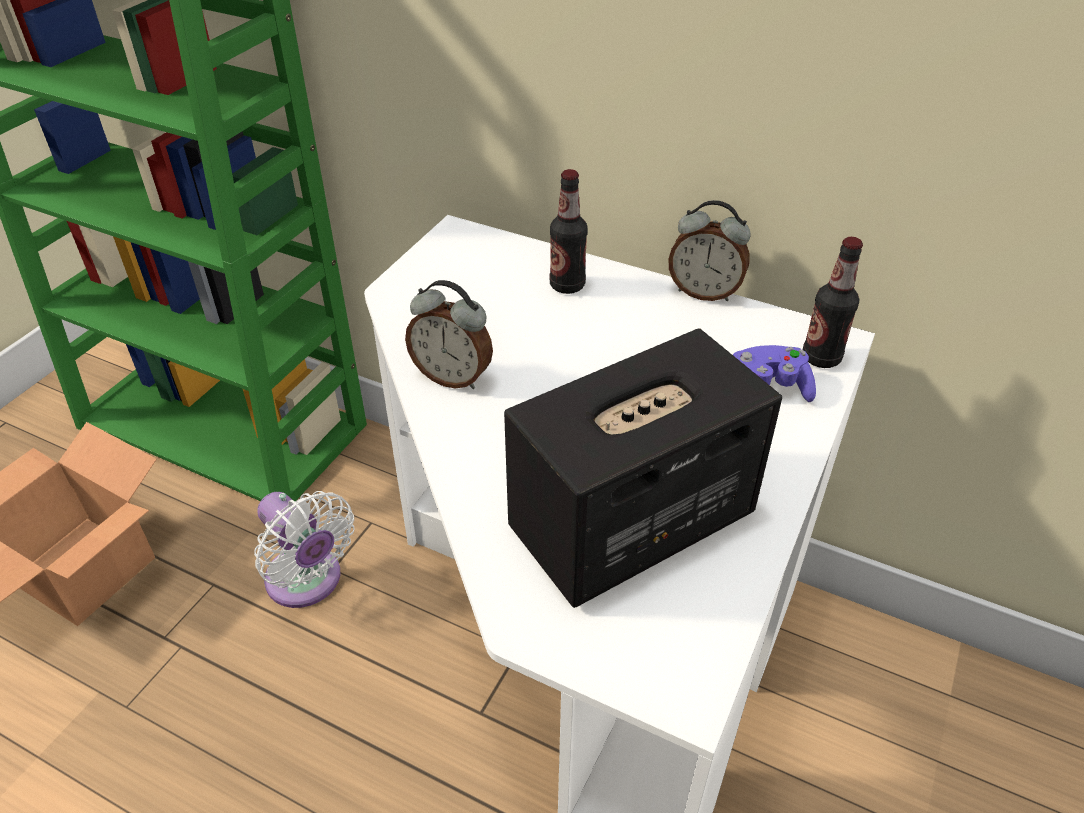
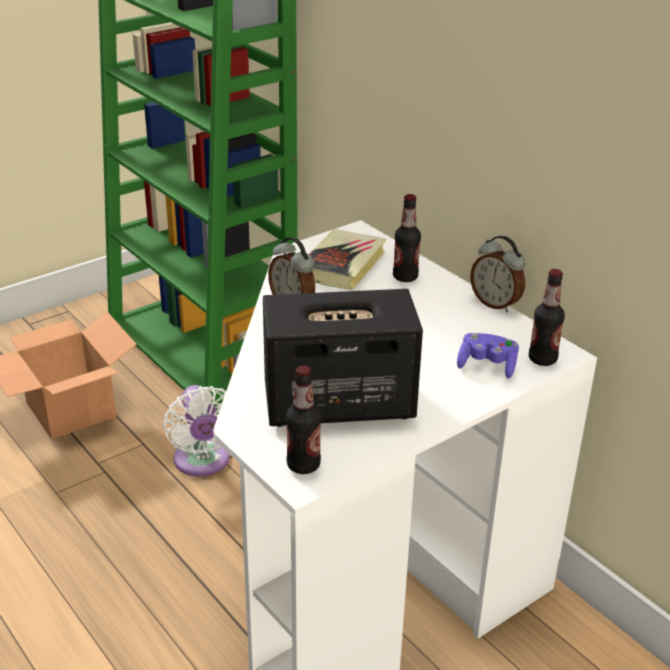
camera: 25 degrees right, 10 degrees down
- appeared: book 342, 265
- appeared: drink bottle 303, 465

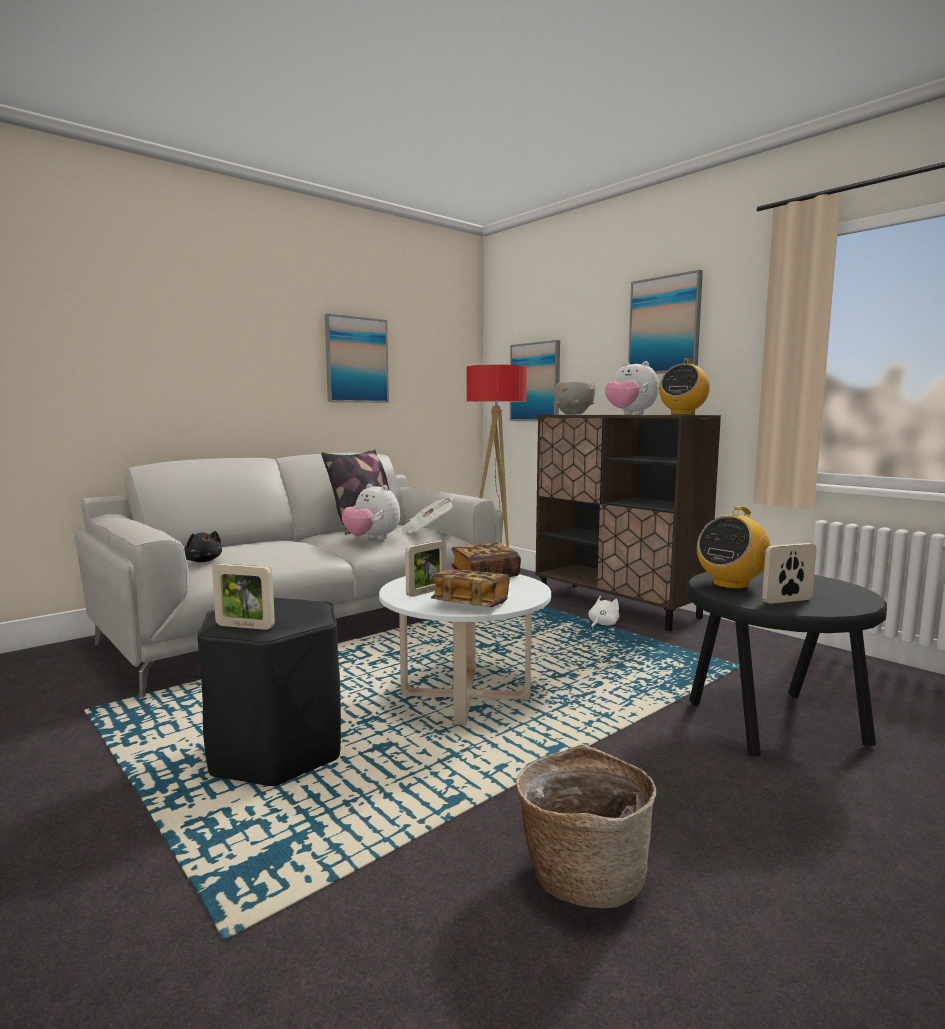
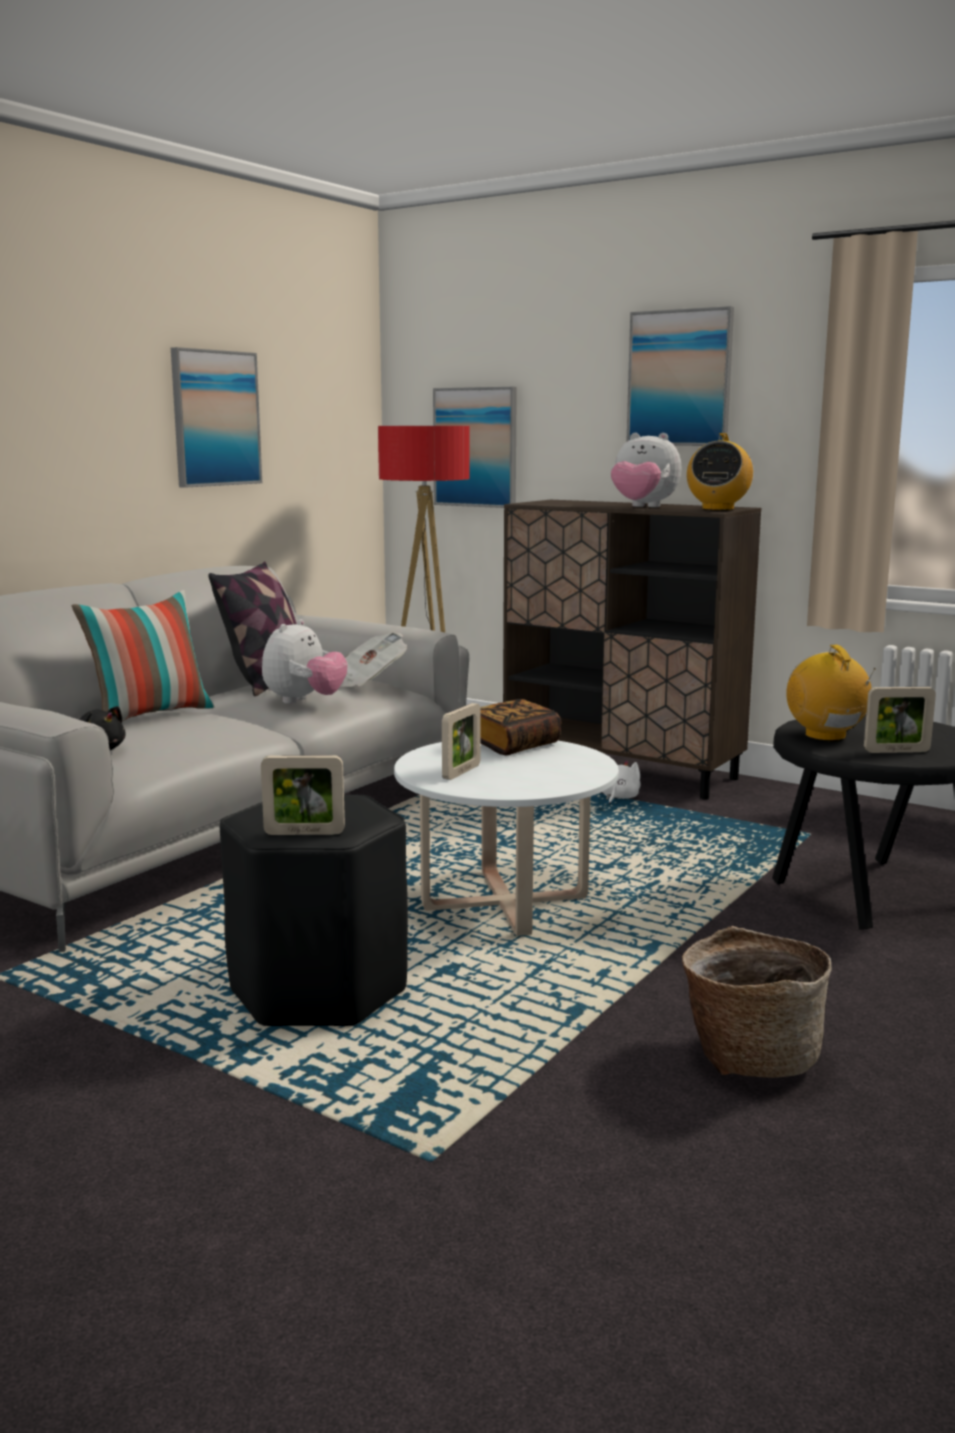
camera: 15 degrees left, 5 degrees up
- missing: grey deep dish 573, 414
- spun: soft toy 372, 539 = 304, 701 90 degrees counterclockwise
- spun: radio set 730, 584 = 826, 736 135 degrees clockwise
- spun: standing frame 787, 601 = 896, 751 150 degrees counterclockwise
- missing: book 471, 604
- appeared: throw pillow 150, 715

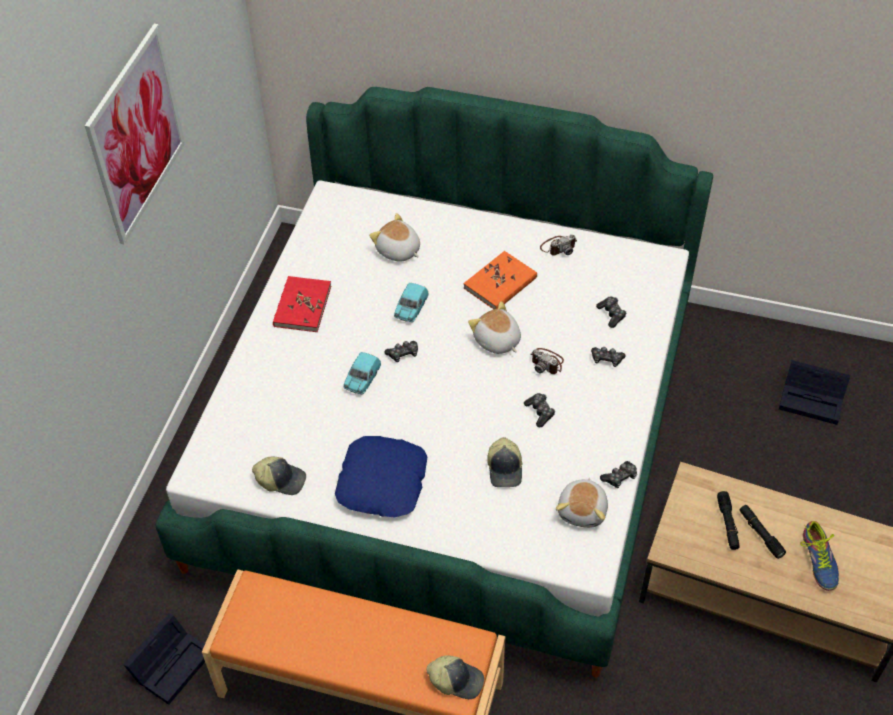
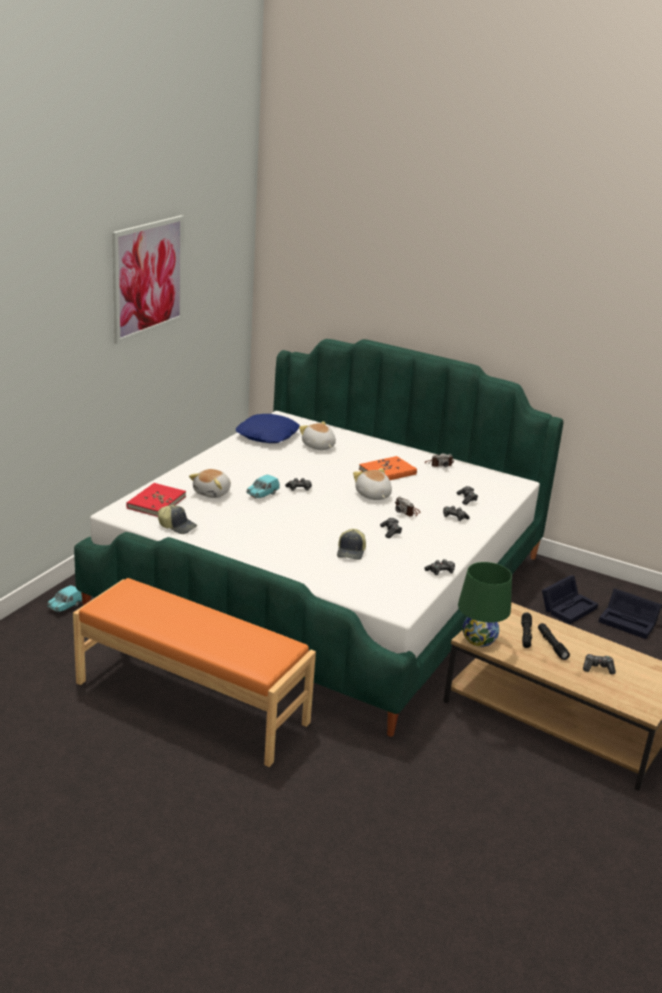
camera: 10 degrees right, 25 degrees down
- relocated: red-coloured book 302, 306 to 156, 502
- relocated: turquoise miniature car 411, 309 to 65, 606
- relocated: blue throw pillow 383, 482 to 268, 435
- relocated: soft toy 583, 510 to 213, 493
- exchanged: item of footwear 819, 560 to joypad 597, 668
- relocated: black storage box 172, 662 to 568, 607
- missing: baseball cap 456, 680
- appeared: greenish tabletop lamp 479, 639

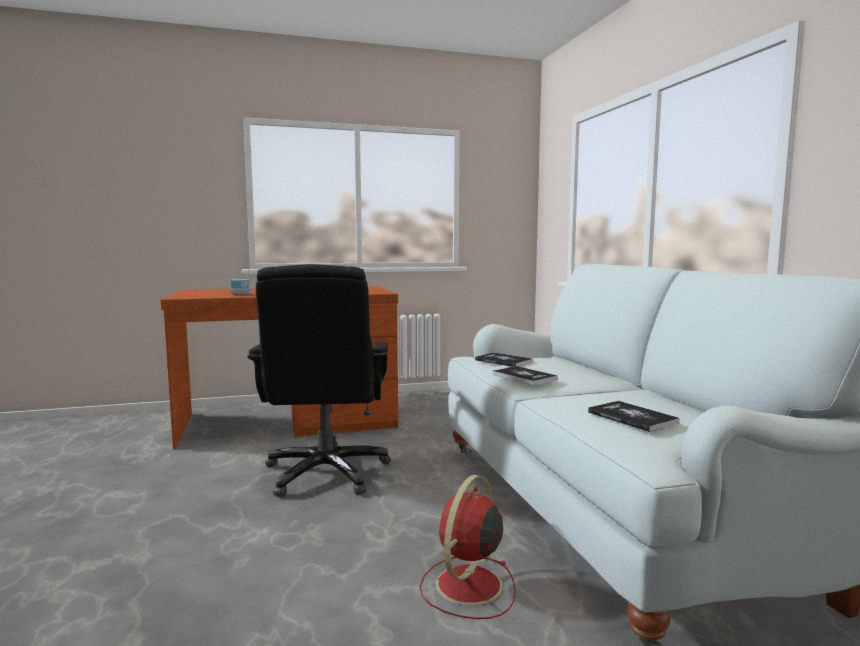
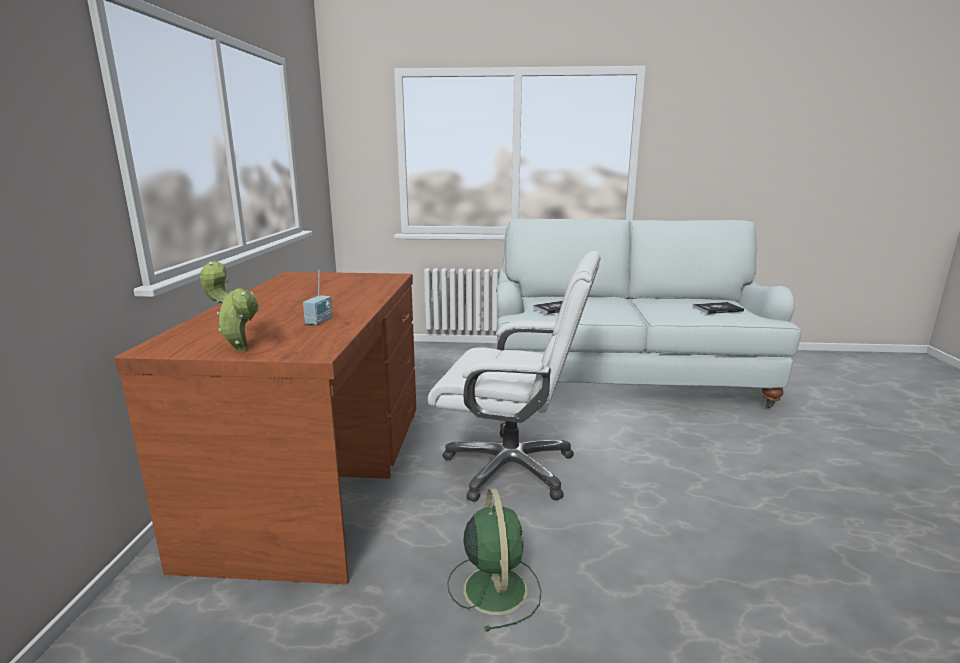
camera: 70 degrees left, 10 degrees up
- colour: black desk chair 326, 473 to white desk chair 511, 468
- missing: book 524, 377
- missing: red-coloured cooling fan 467, 586
- appeared: houseplant 239, 349
- appeared: greenish cooling fan 494, 587

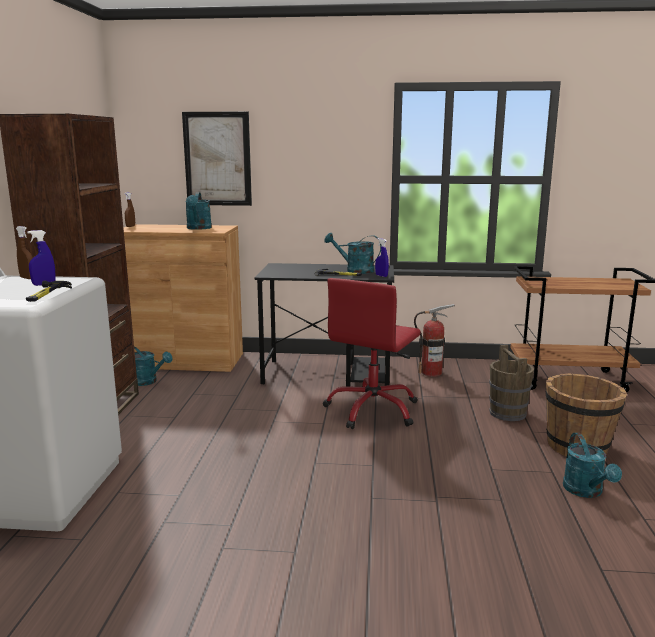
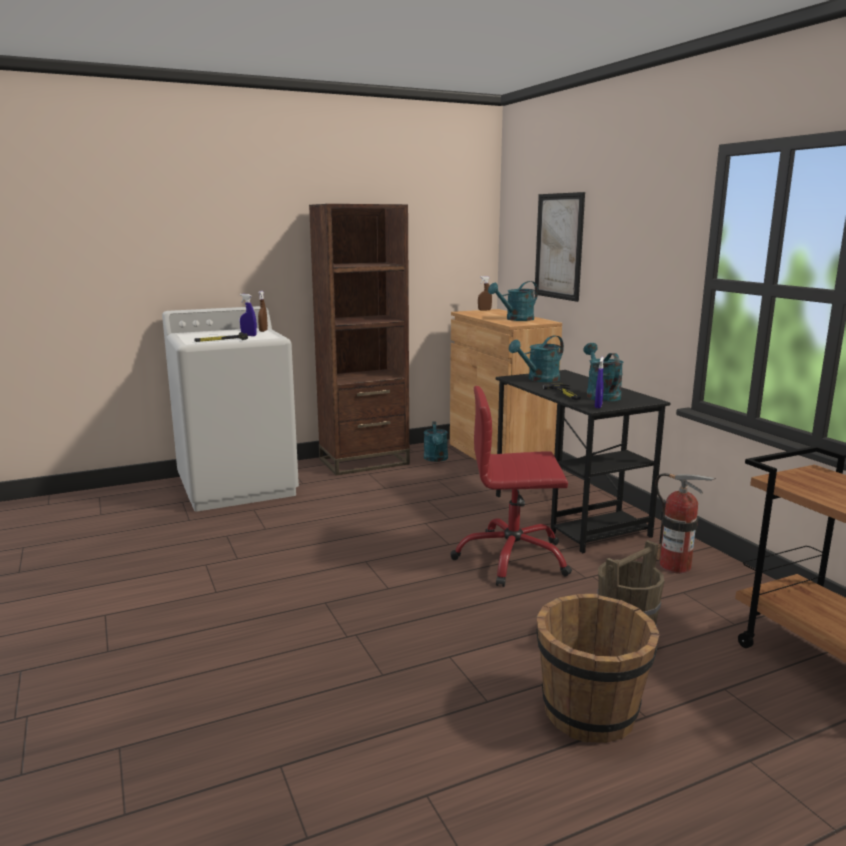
camera: 60 degrees right, 0 degrees up
- relocated: turquoise sprinkling can 586, 492 to 539, 379

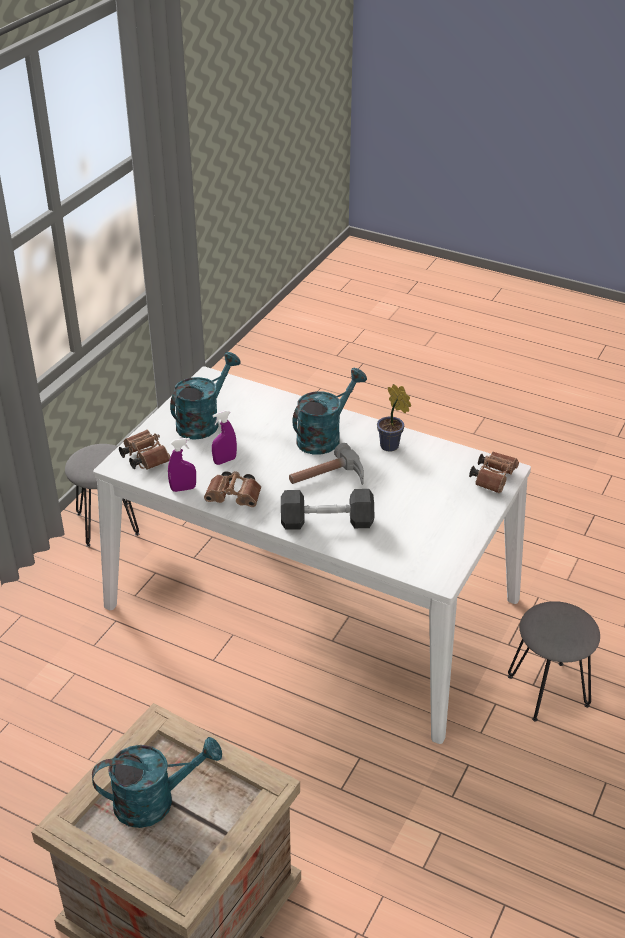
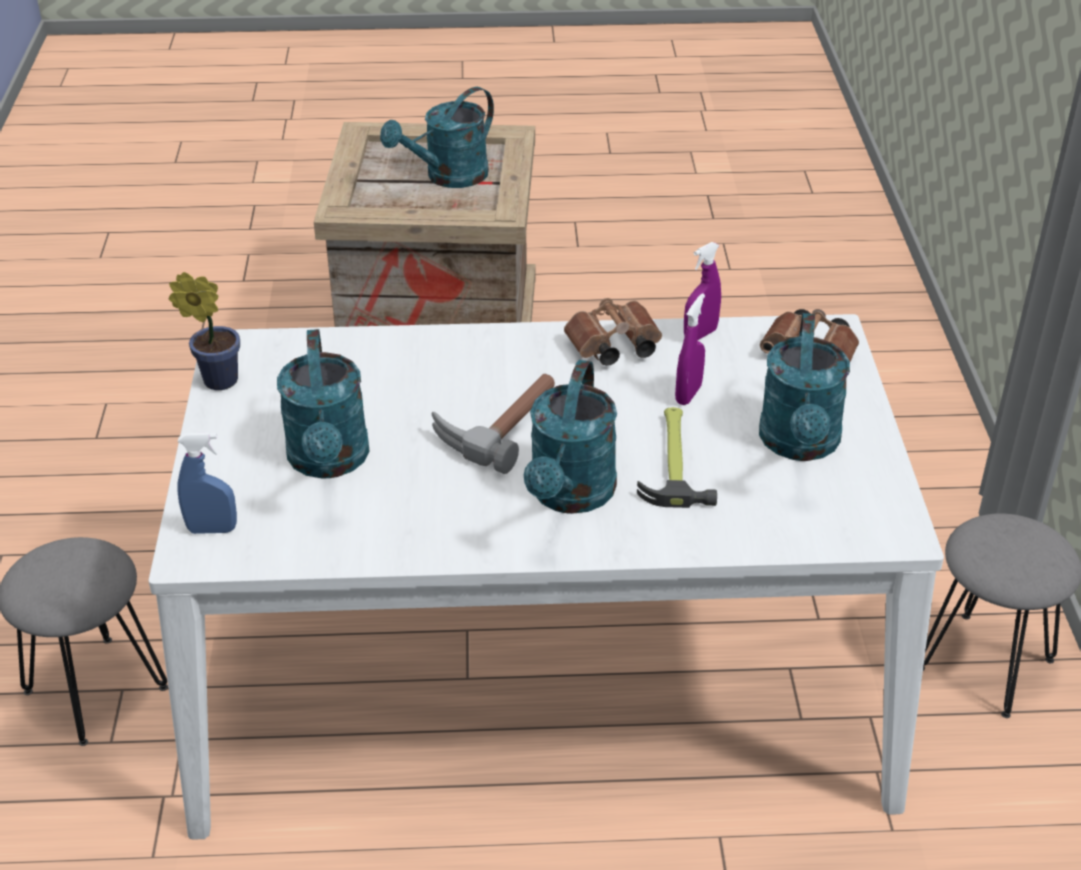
camera: 150 degrees right, 0 degrees up
- relocated: houseplant 391, 447 to 216, 380
- exchanged: brown pair of binoculars 494, 478 to blue spray bottle 212, 529
- missing: black dumbbell 327, 522
- appeared: turquoise sprinkling can 329, 462
- appeared: hand hammer 674, 460

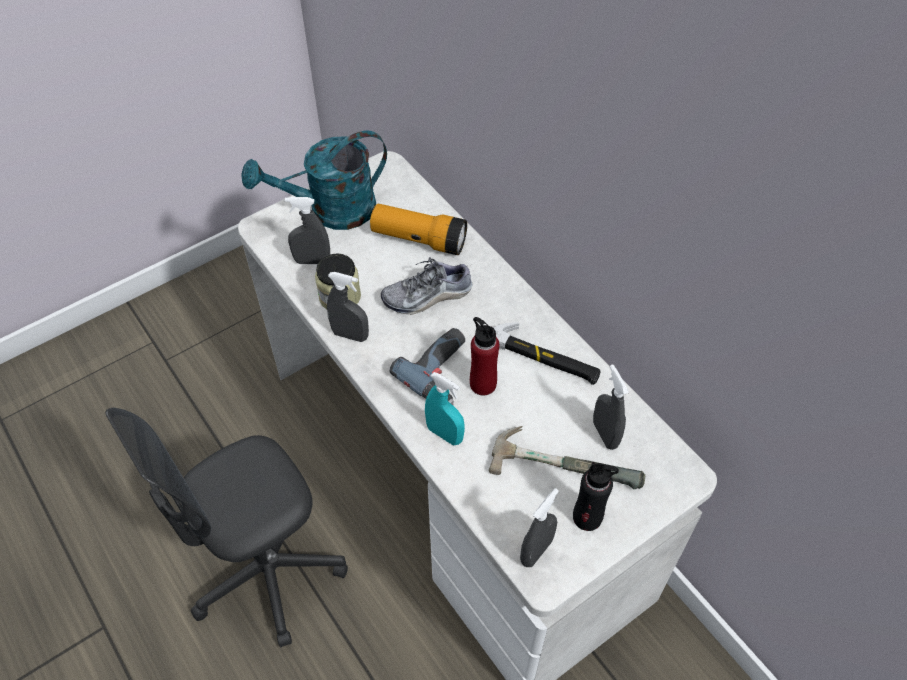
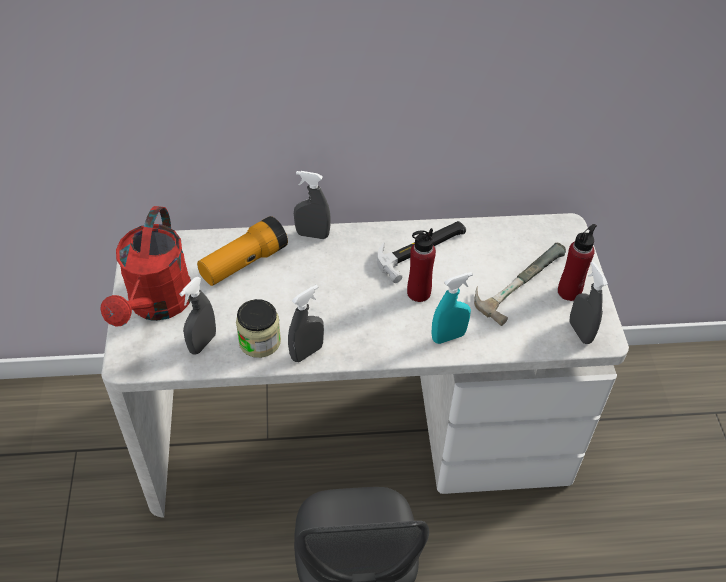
camera: 60 degrees left, 5 degrees down
- colour: turquoise sprinkling can 331, 211 to red-coloured sprinkling can 157, 306
- missing: item of footwear 427, 296
- missing: drill 443, 372
- relocated: grey spray bottle 605, 434 to 312, 235
- colour: black drink bottle 587, 517 to red-coloured drink bottle 569, 291

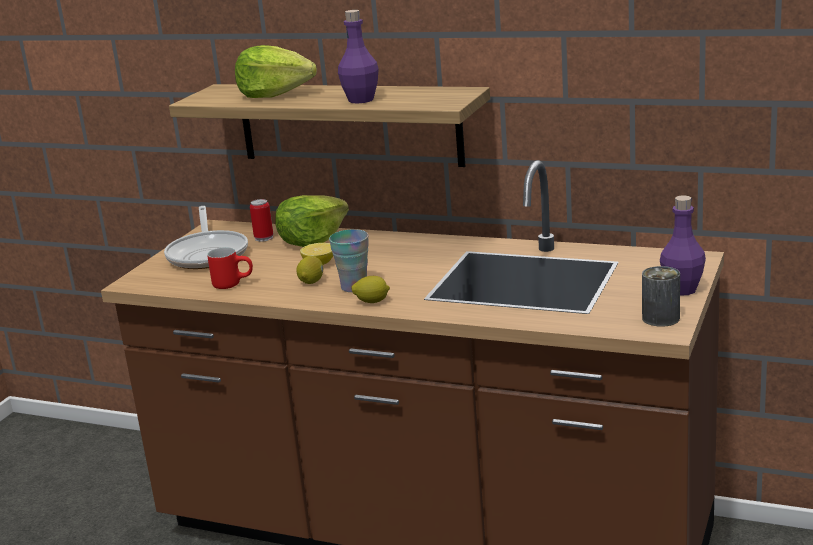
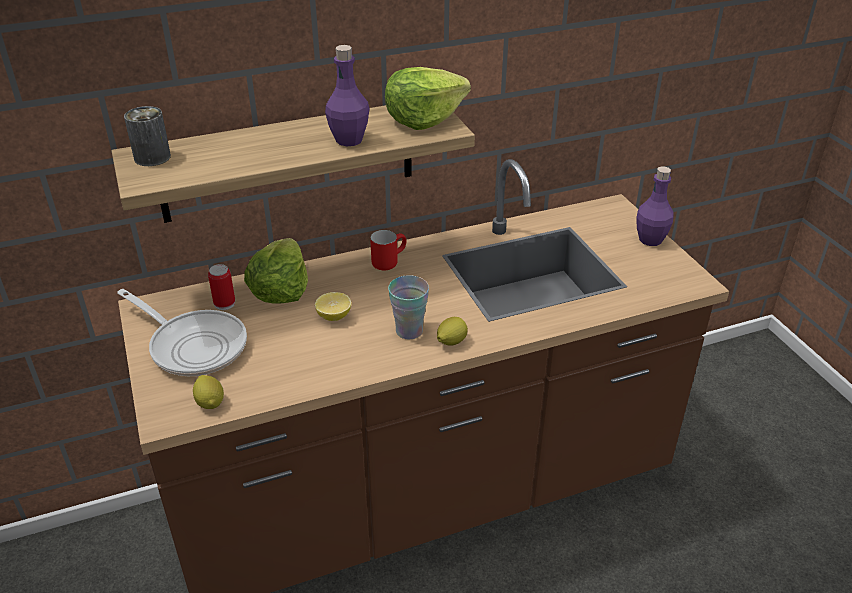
camera: 45 degrees left, 15 degrees up
- relocated: lettuce 275, 94 to 424, 119
- relocated: red-coloured mug 233, 283 to 388, 261
- relocated: citrus fruit 312, 281 to 210, 402
- relocated: sealed can 660, 318 to 152, 157

